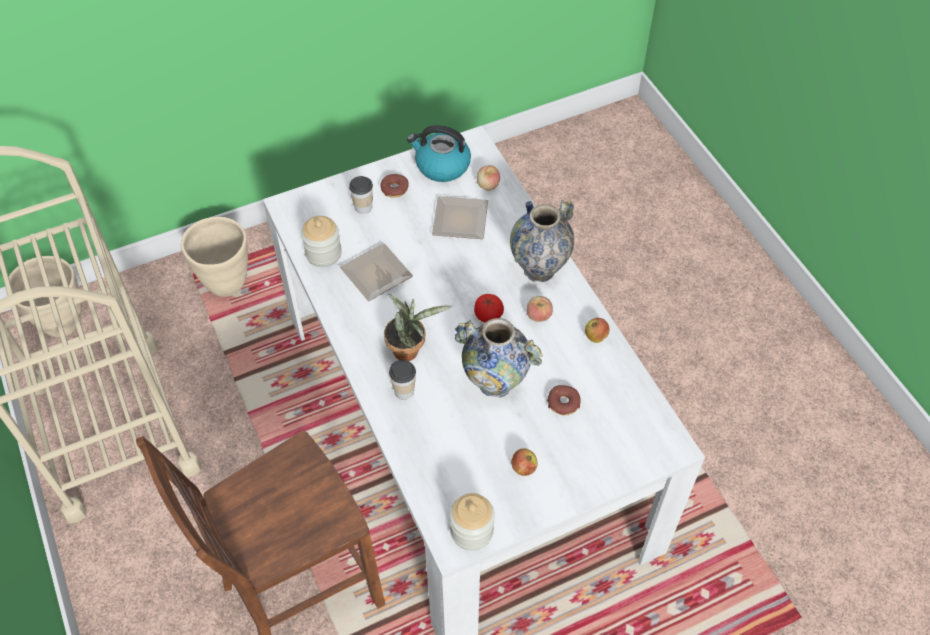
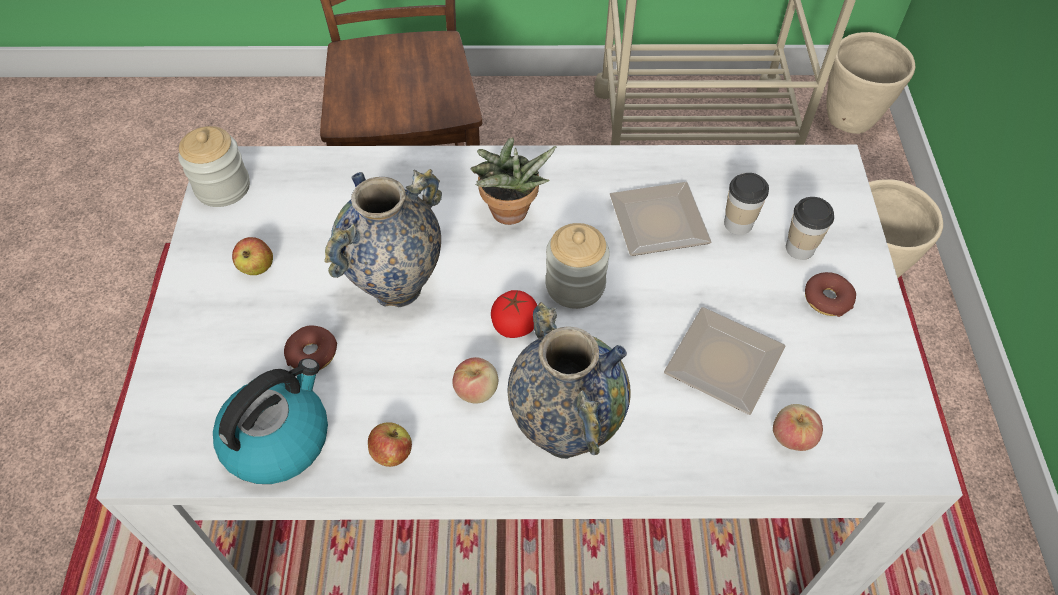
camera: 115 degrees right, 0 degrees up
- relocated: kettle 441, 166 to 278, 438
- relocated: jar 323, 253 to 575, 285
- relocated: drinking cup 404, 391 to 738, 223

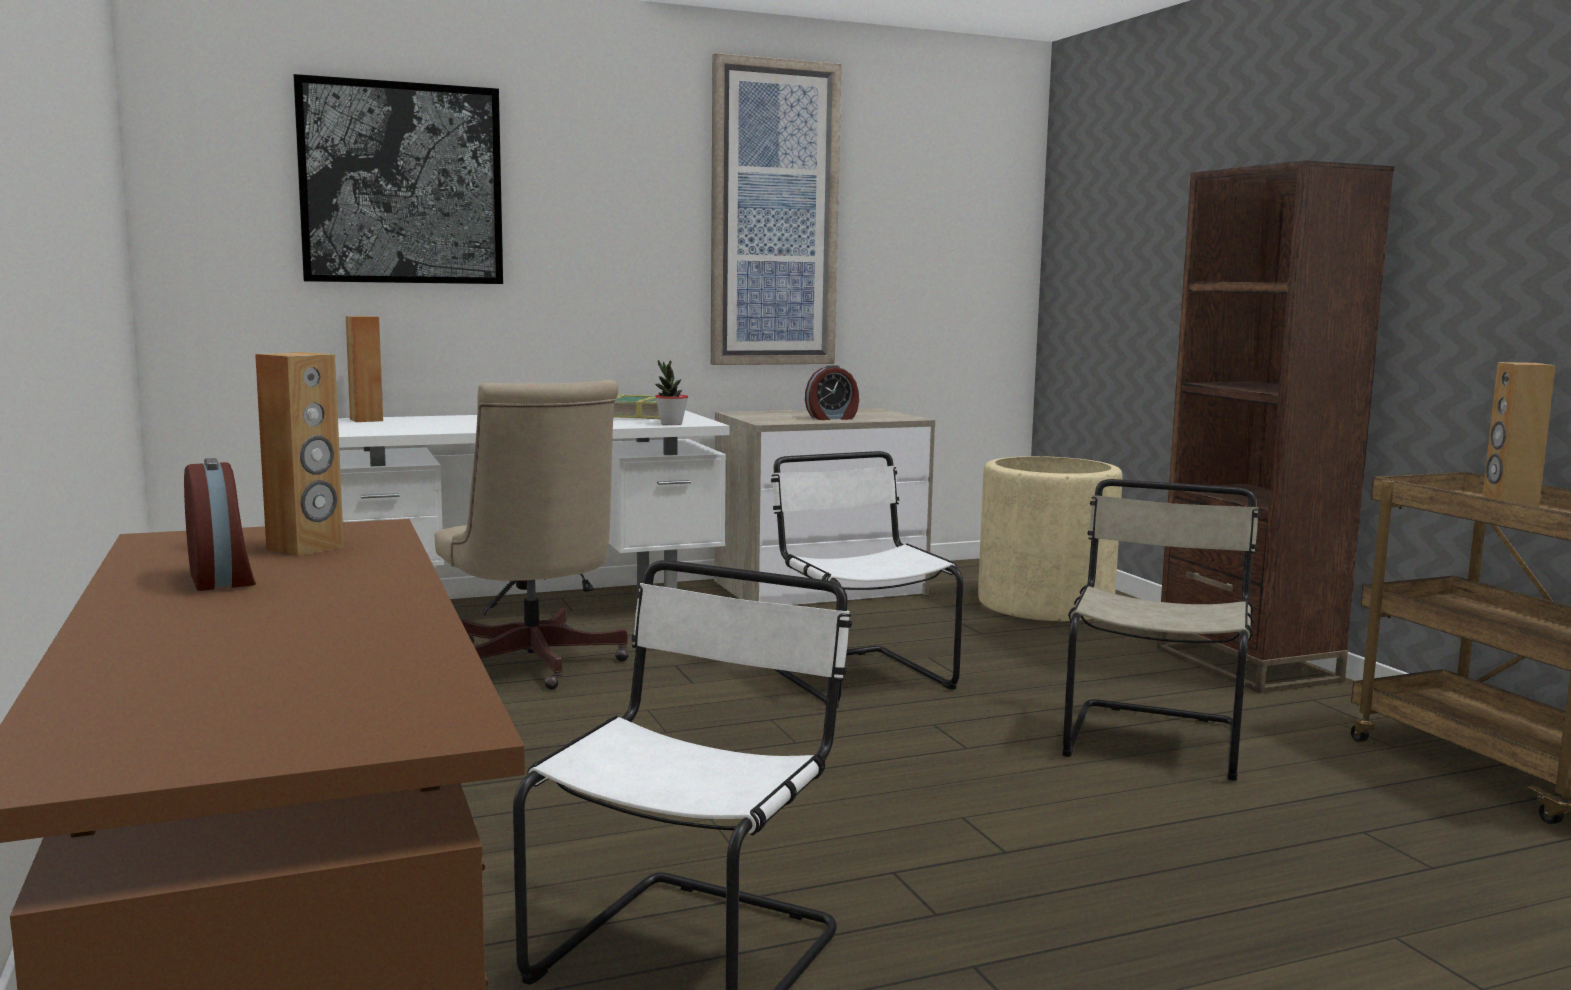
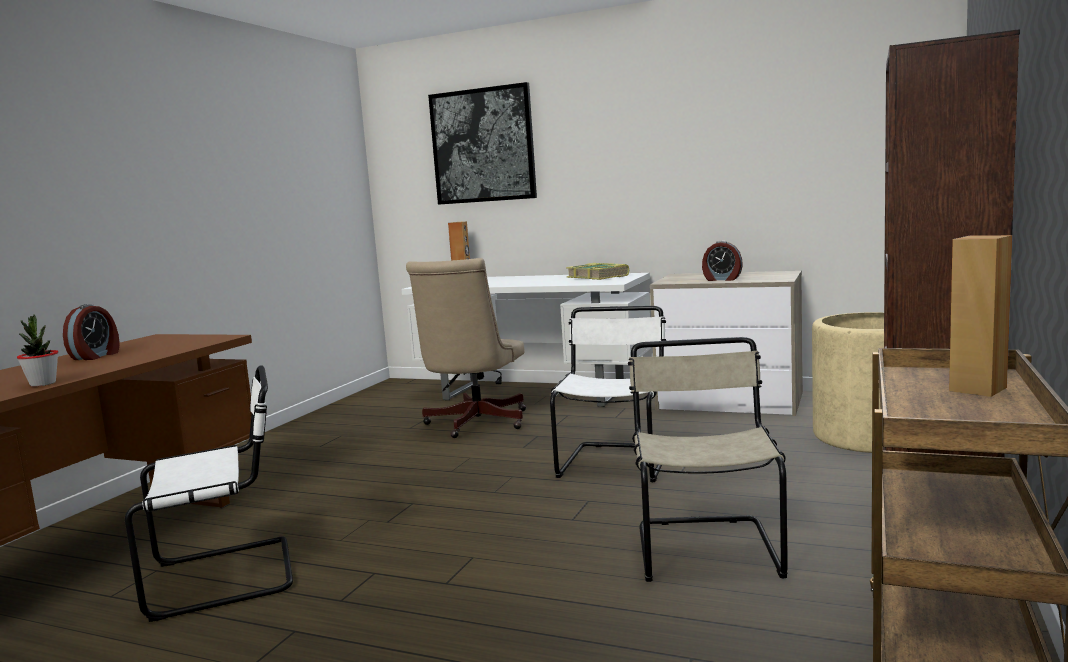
camera: 45 degrees right, 0 degrees up
- missing: wall picture 773, 215
- missing: brown audio speaker 306, 548
- relocated: houseplant 671, 424 to 43, 384
- spun: beige plain chair 1154, 739 = 706, 547 60 degrees counterclockwise

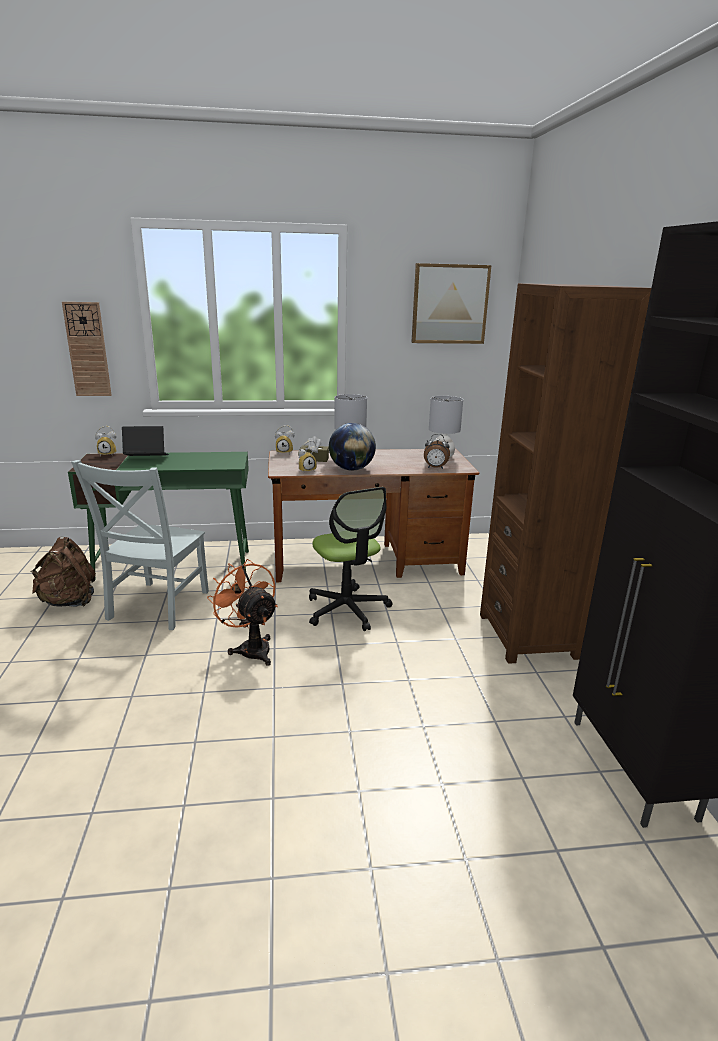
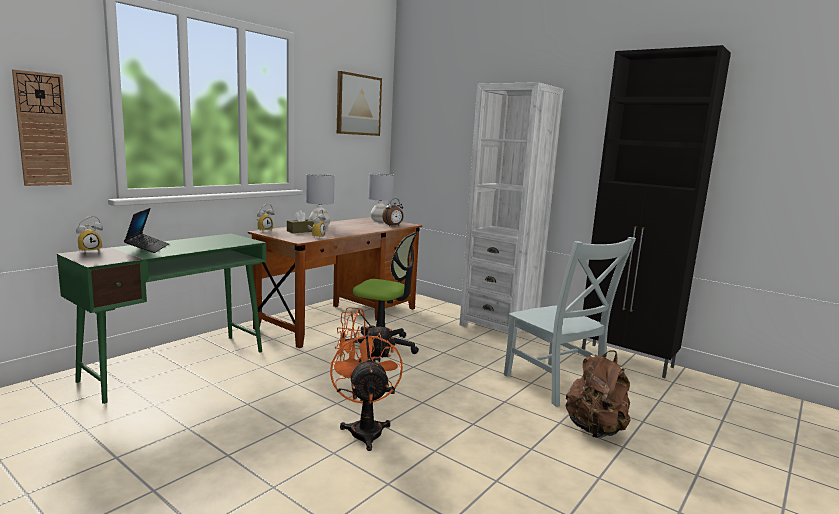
camera: 45 degrees left, 10 degrees down
- colour: brown shelving unit 528, 635 to white shelving unit 498, 326
- missing: world globe 351, 469
- spun: portable computer 146, 458 = 147, 248 135 degrees clockwise
- relocated: grey plain chair 156, 607 to 556, 385
- relocated: brown backpack 69, 602 to 595, 430
- appeared: orangey cooling fan 365, 429

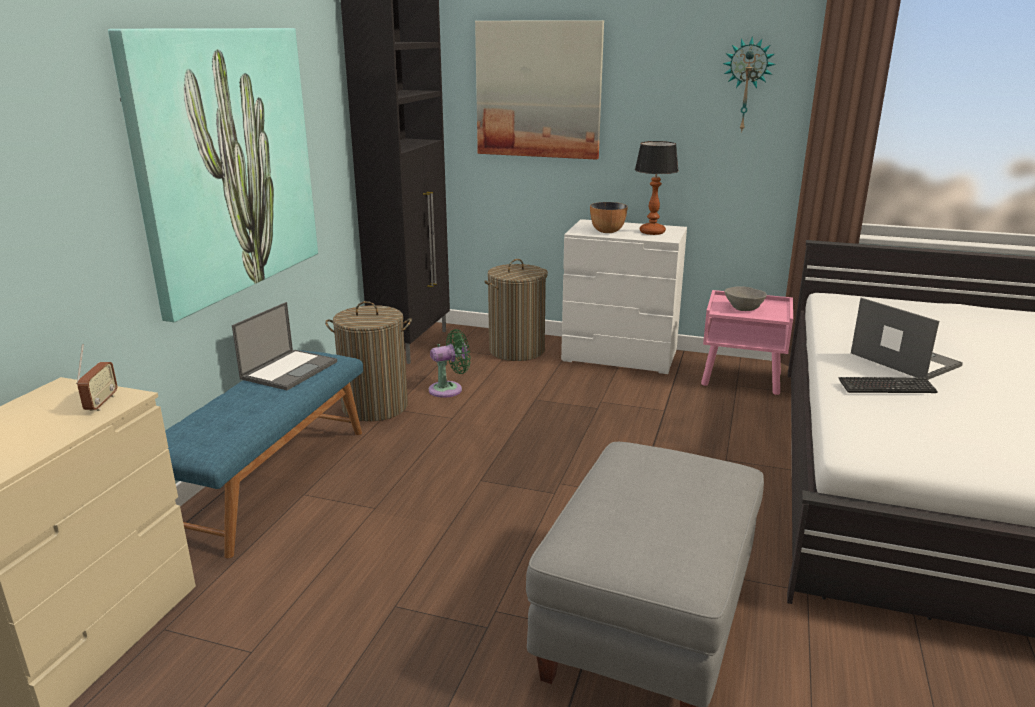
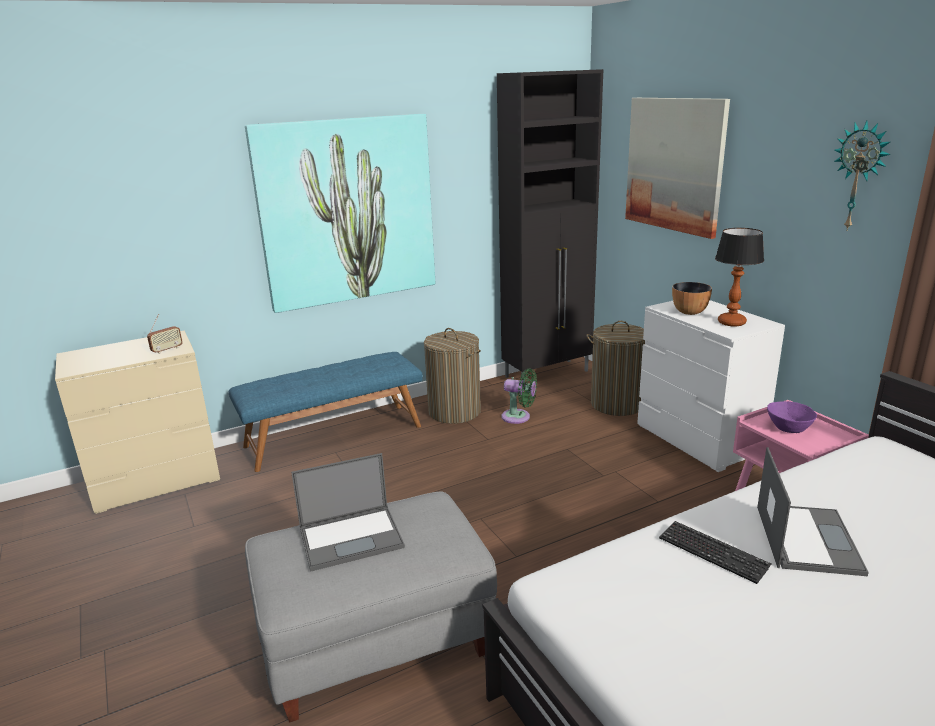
camera: 45 degrees right, 0 degrees up
- colour: grey deep dish 744, 308 to purple-coloured deep dish 789, 428
- relocated: portable computer 290, 370 to 352, 537

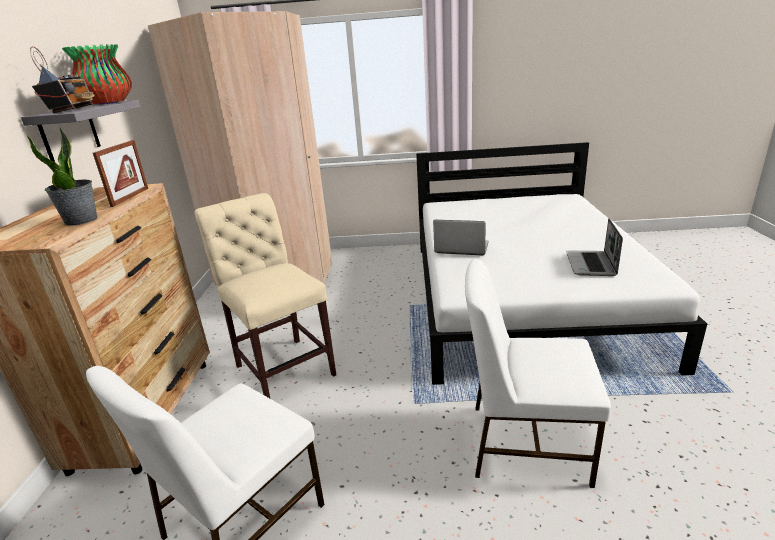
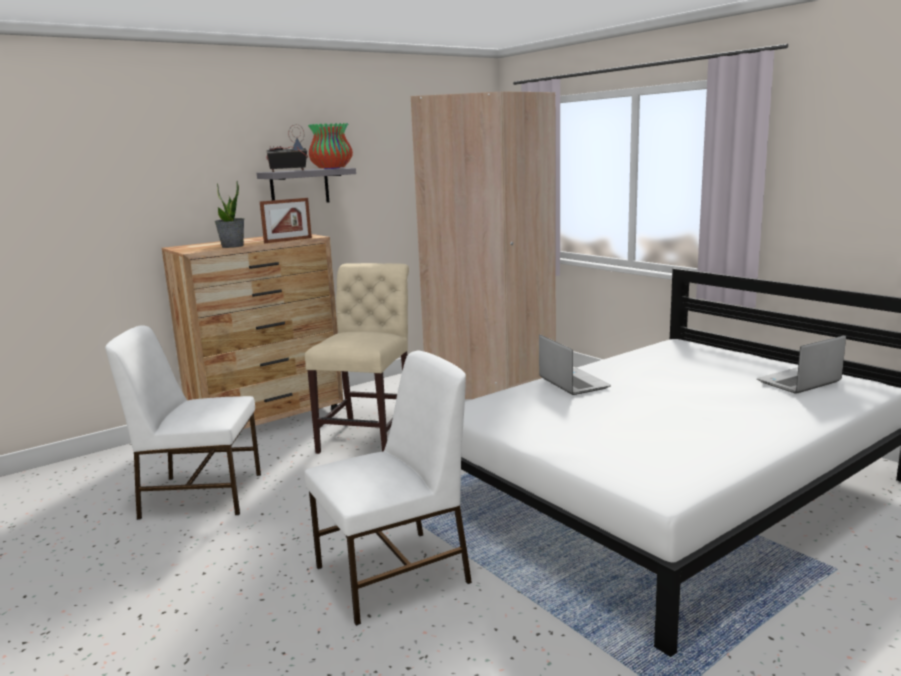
camera: 50 degrees right, 10 degrees down
- spun: radio set 72, 110 = 287, 171 150 degrees counterclockwise
- relocated: portable computer 591, 265 to 798, 382
- spun: white plain chair 525, 442 = 395, 574 90 degrees clockwise

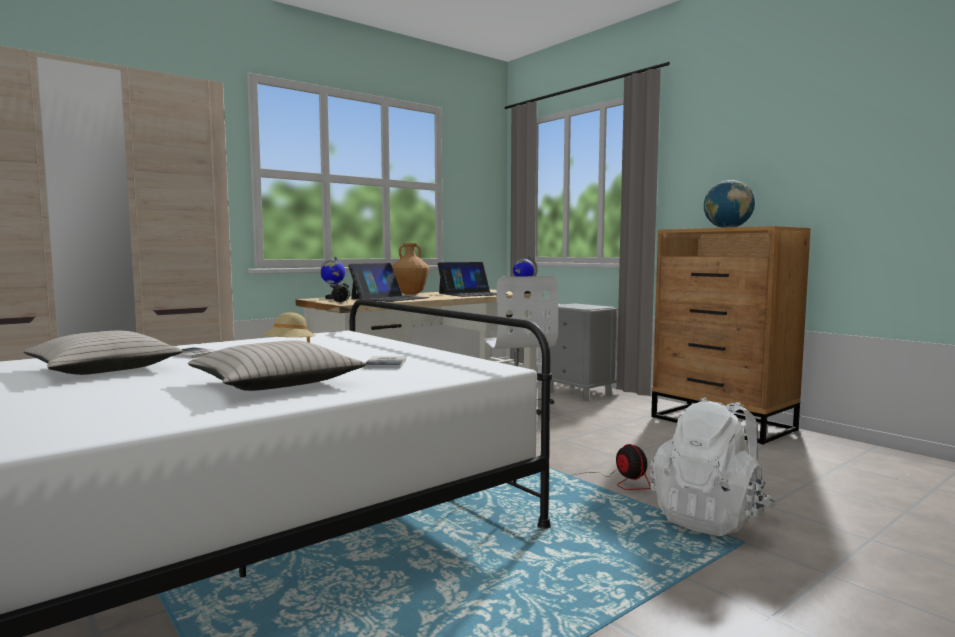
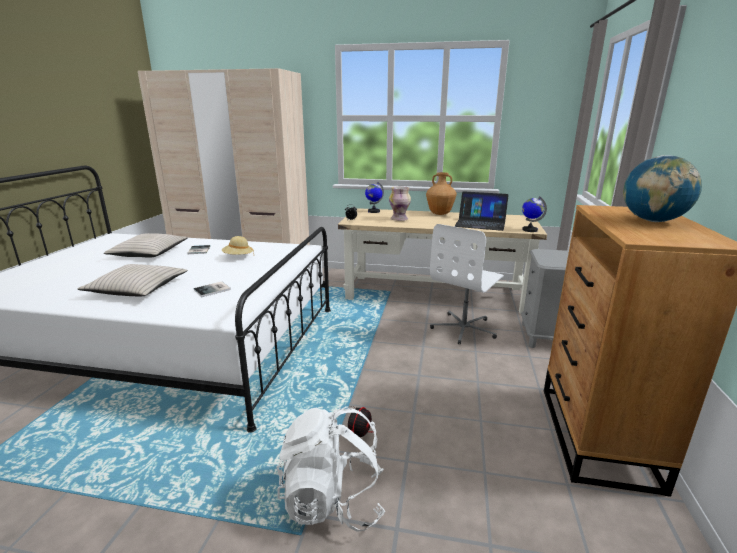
camera: 50 degrees right, 15 degrees up
- exchanged: portable computer 389, 298 to decorative vase 399, 219

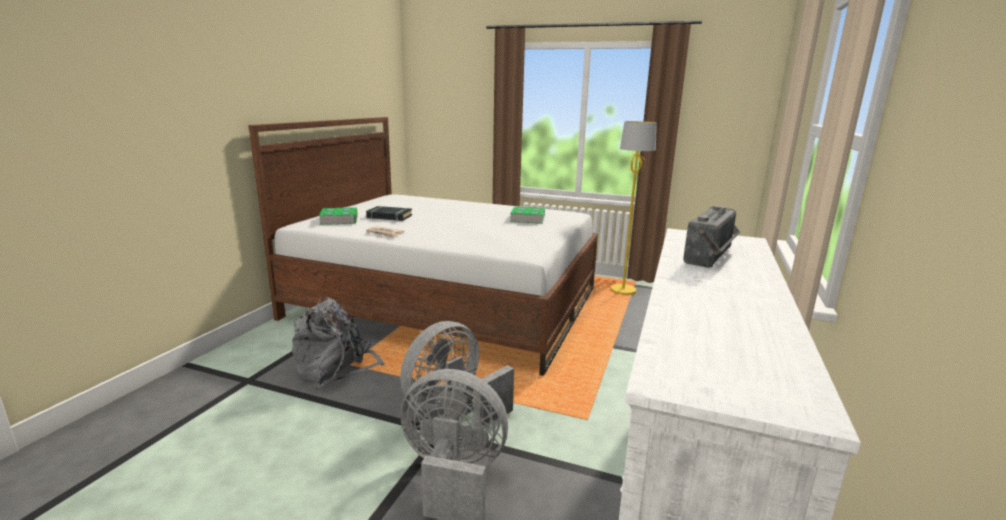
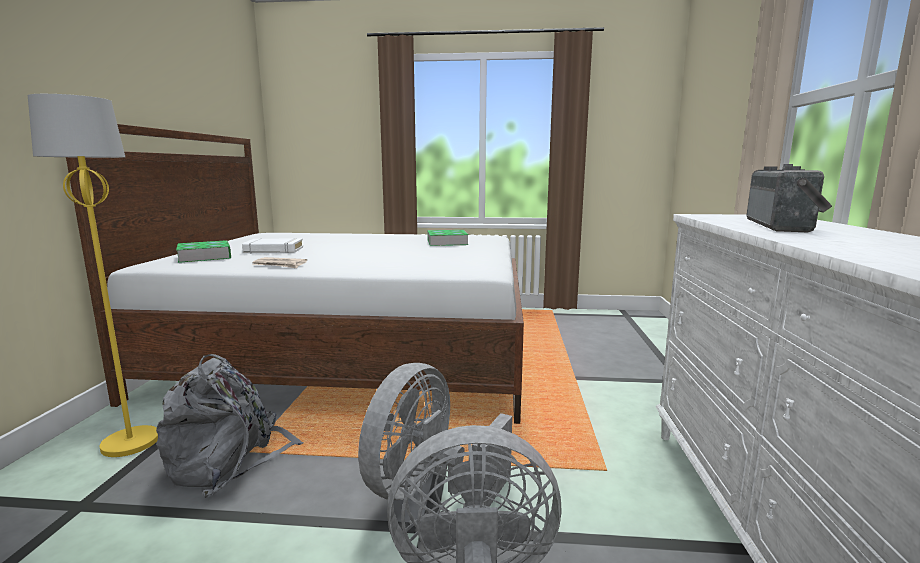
camera: 15 degrees left, 5 degrees down
- relocated: yellowish standing lamp 623, 290 to 131, 442
- colour: black book 389, 217 to white book 273, 250

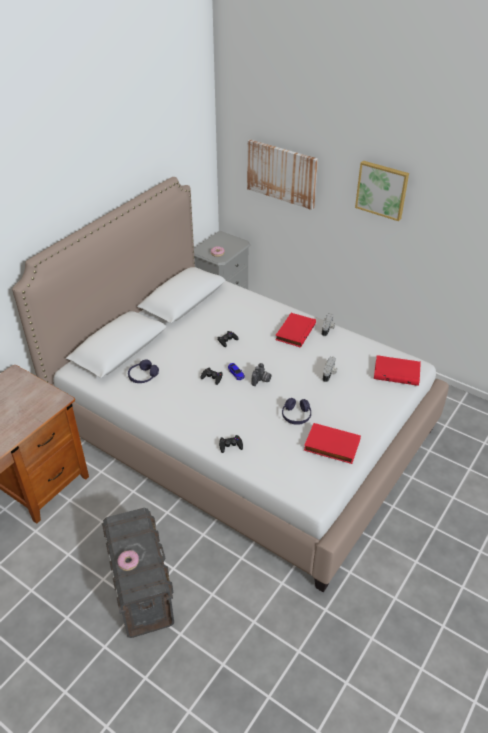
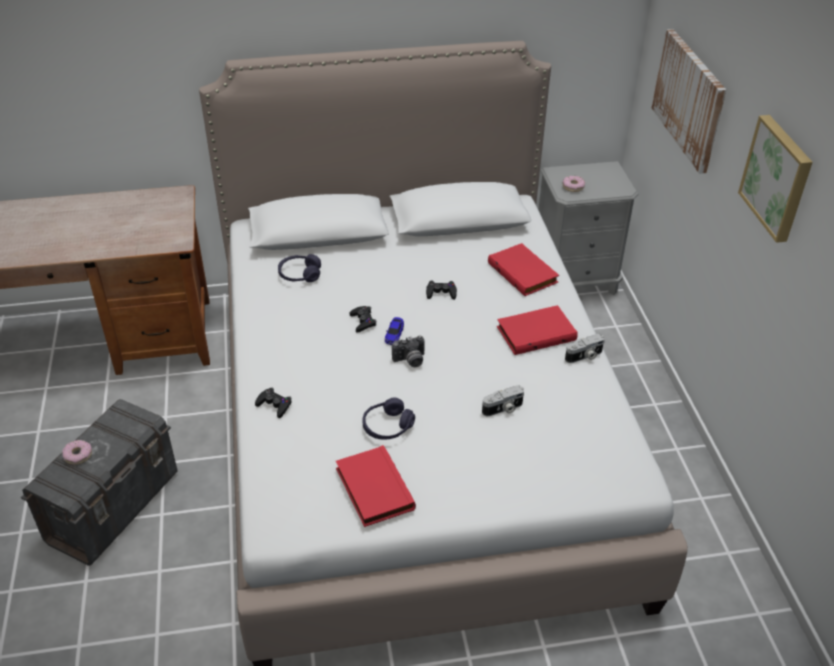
camera: 45 degrees right, 0 degrees up
- relocated: red-coloured book 397, 372 to 524, 272

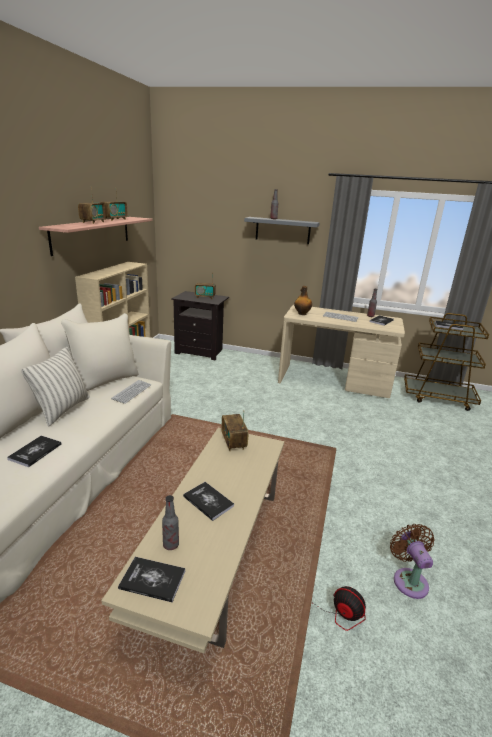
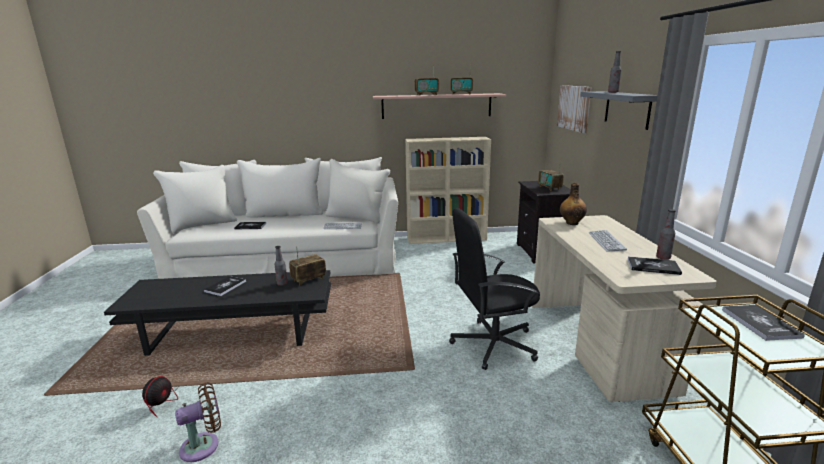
camera: 70 degrees right, 5 degrees down
- missing: throw pillow 63, 409
- colour: beige coffee table 214, 547 to black coffee table 234, 332
- relocated: drink bottle 171, 545 to 282, 284
- missing: book 152, 580
- appeared: wall picture 574, 108
- appeared: black desk chair 492, 344

